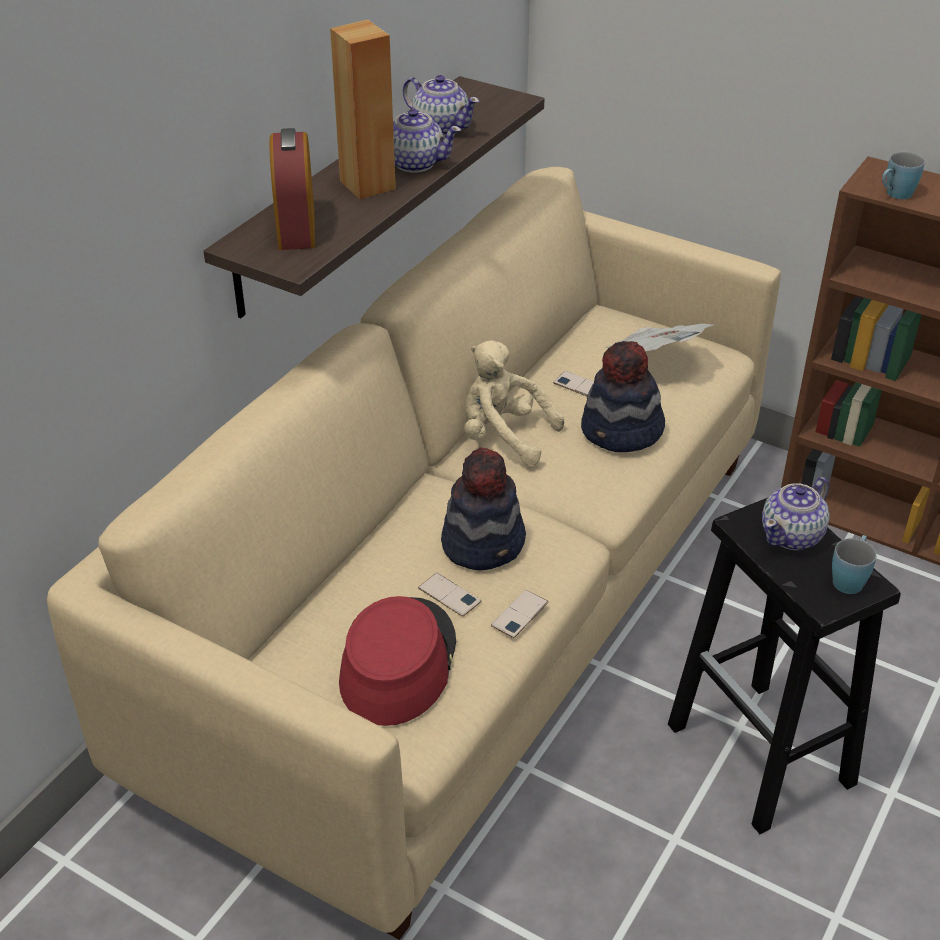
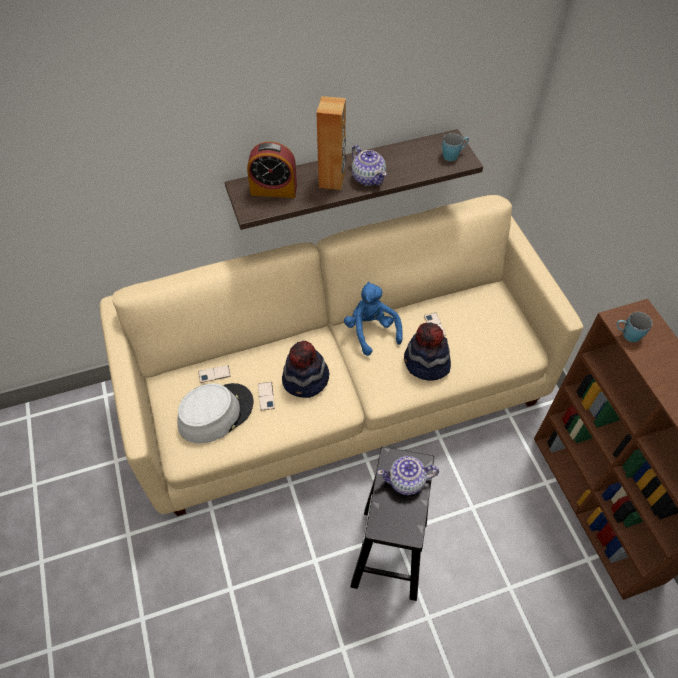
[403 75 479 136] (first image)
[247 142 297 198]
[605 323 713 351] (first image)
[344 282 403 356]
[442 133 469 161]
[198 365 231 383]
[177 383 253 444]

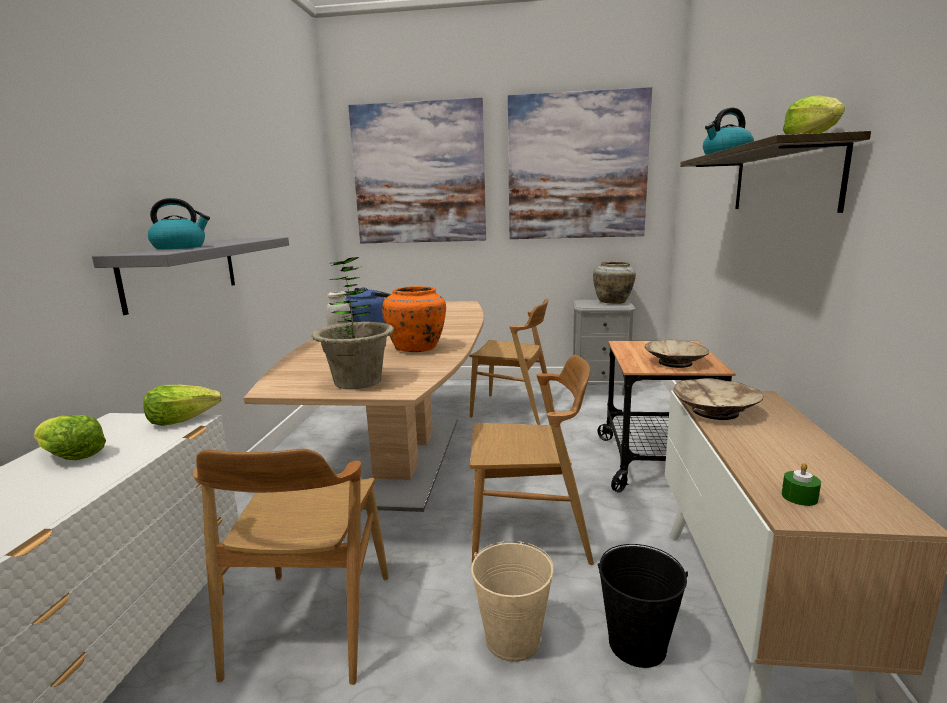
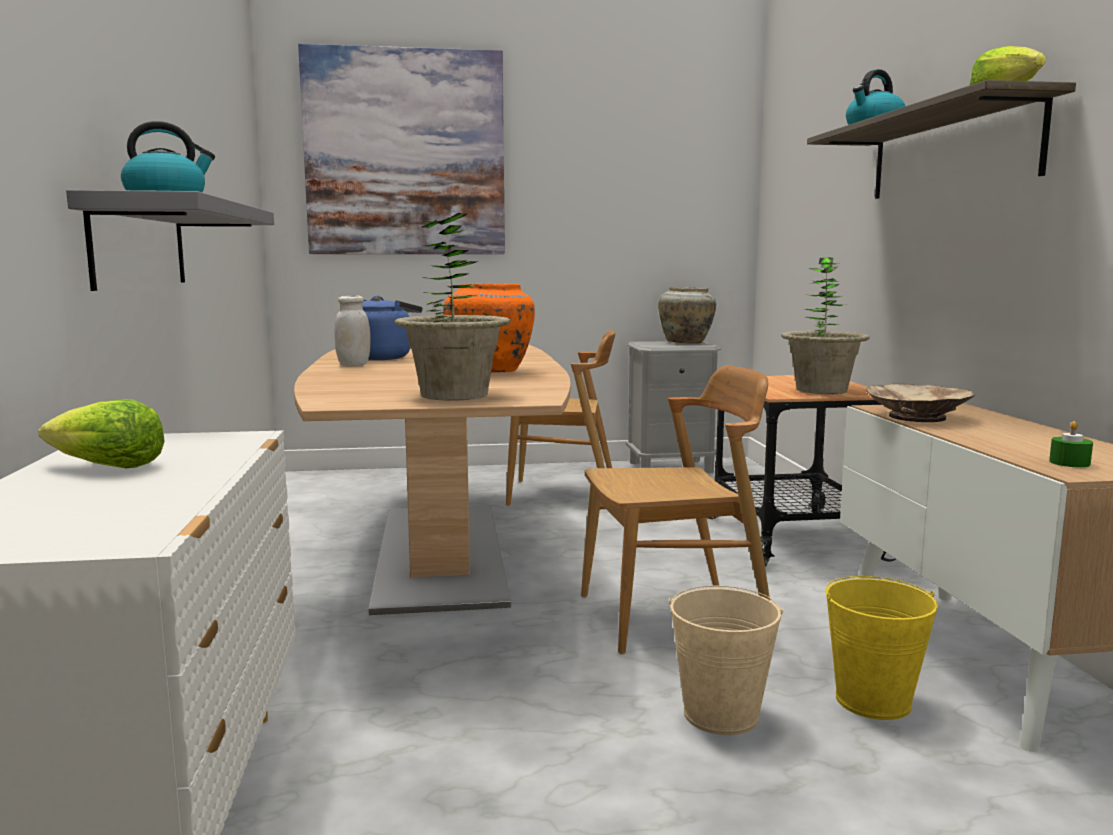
[508 87 652 239] (first image)
[781 258 870 394]
[143 385 222 426] (first image)
[193 449 389 685] (first image)
[826 576 938 720]

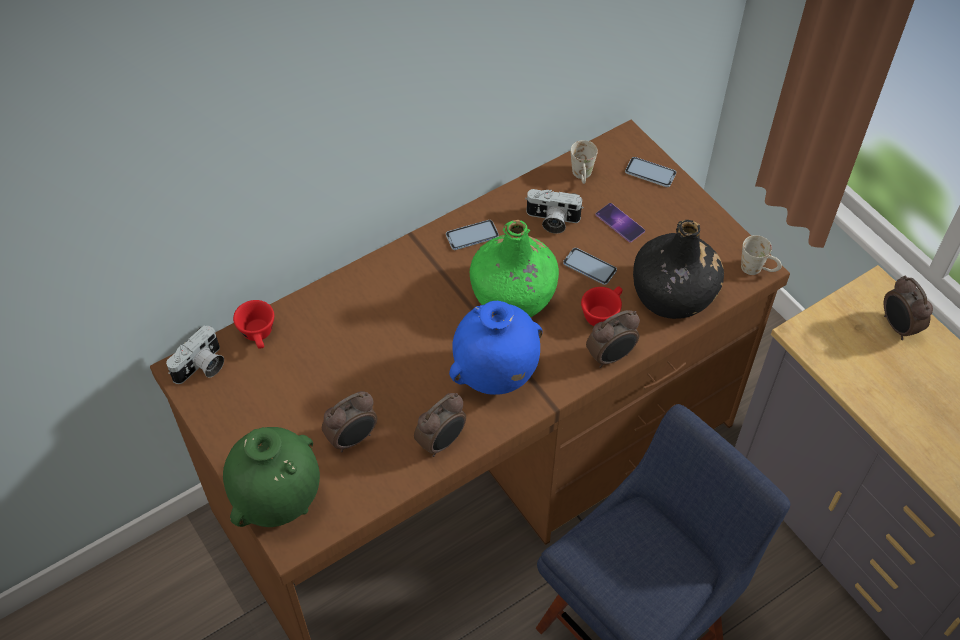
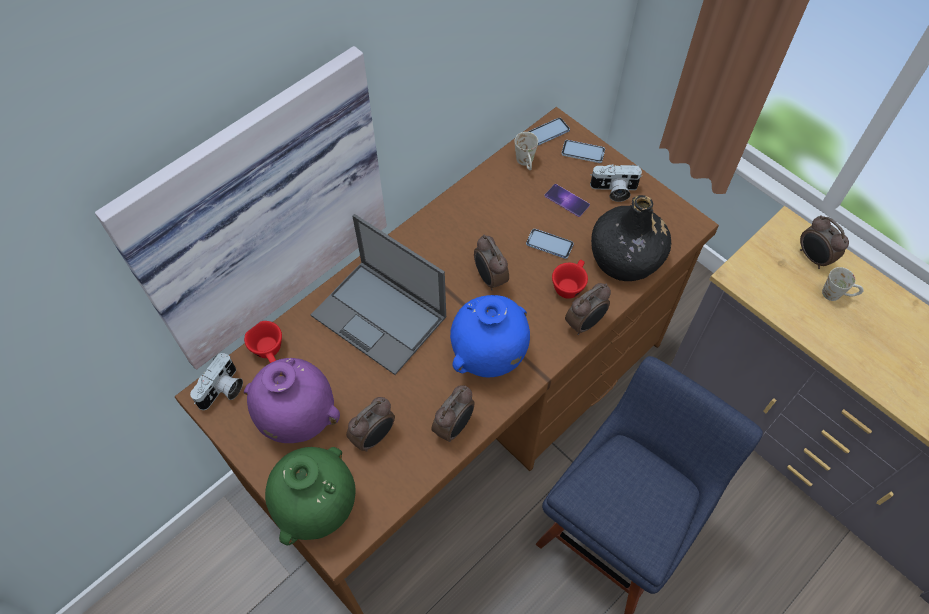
[590 164 642 202]
[528 118 570 146]
[474 234 509 291]
[822 267 864 301]
[95 46 387 370]
[311 214 447 375]
[244 358 340 443]

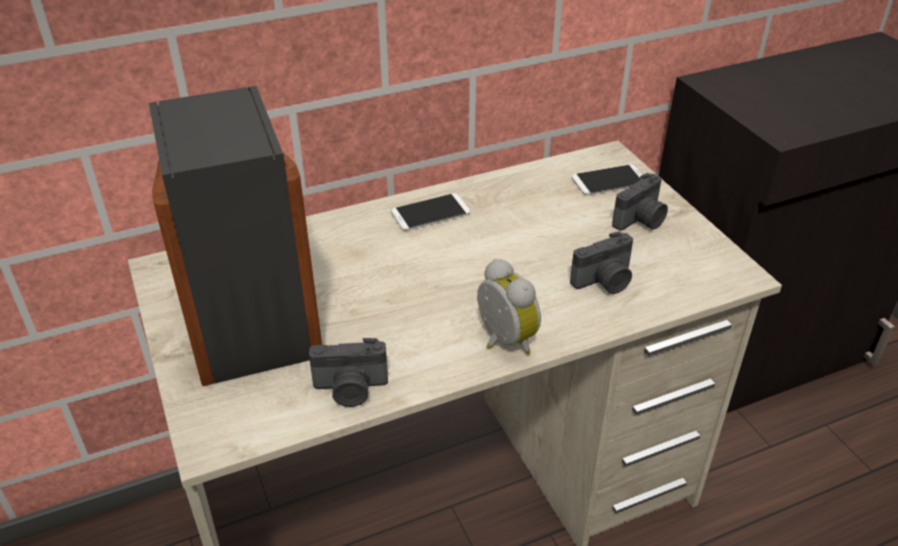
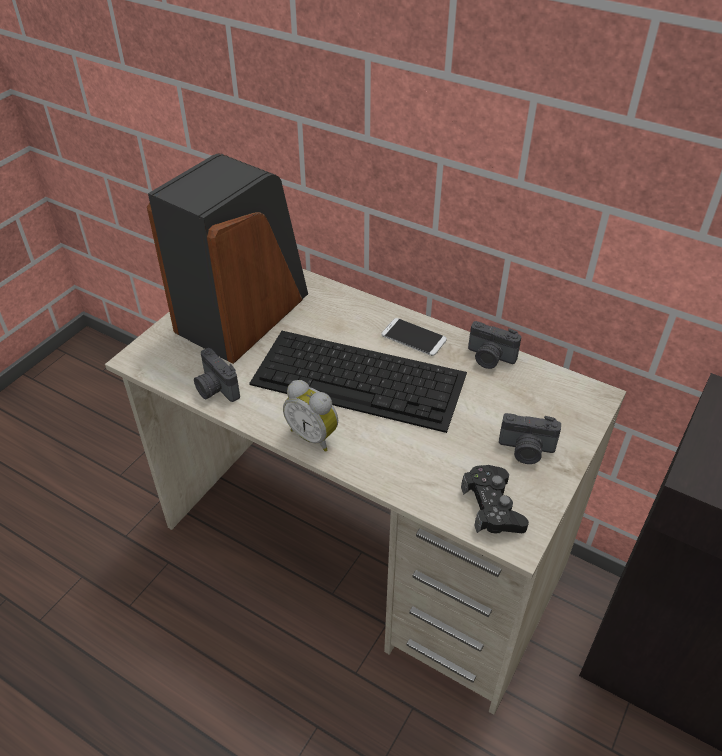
[572 165 643 195] (first image)
[468 321 521 369]
[283 380 338 452]
[249 331 467 433]
[461 465 529 534]

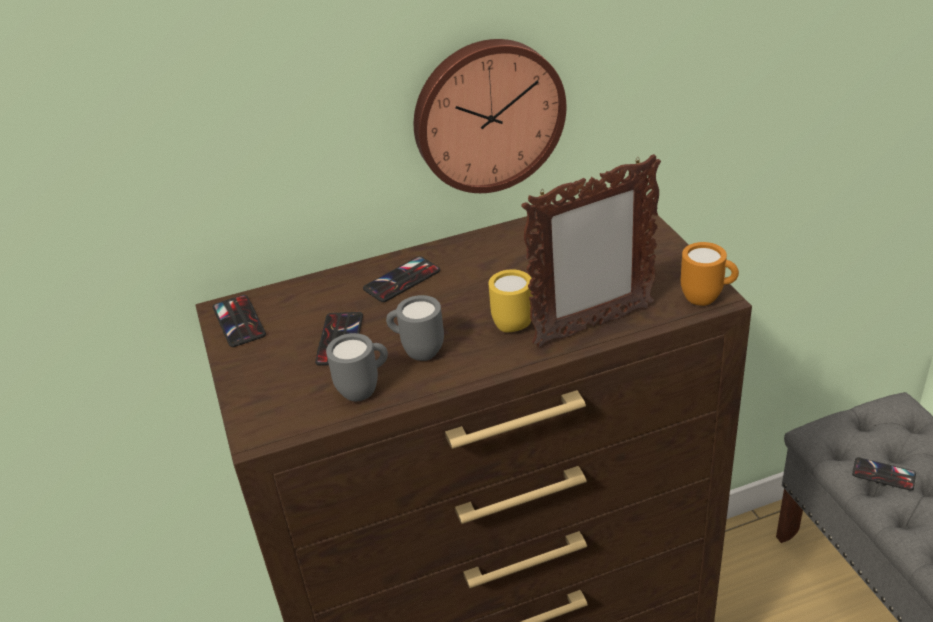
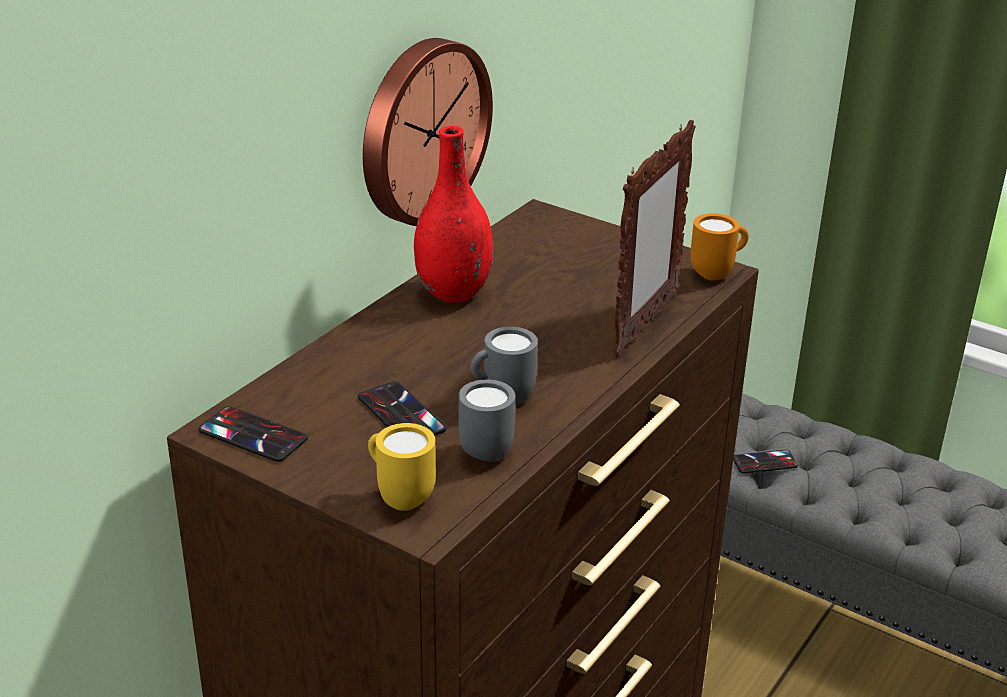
[363 256 440 302] (first image)
[368 423 436 511]
[414 126 494 303]

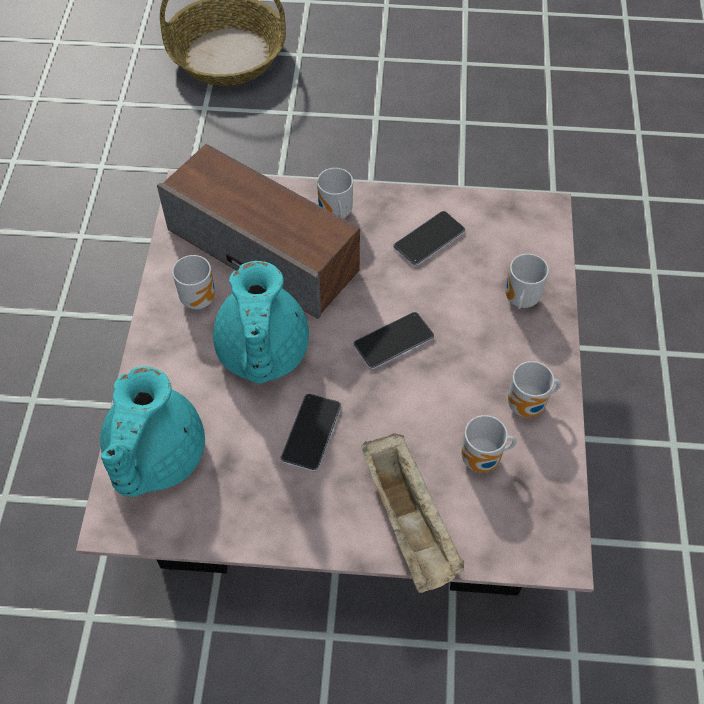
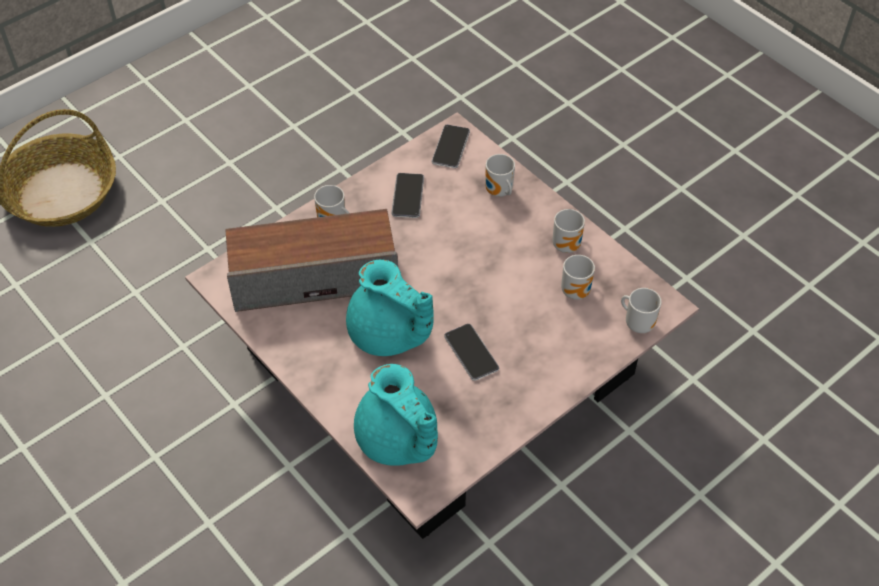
[621 288 661 333]
[431 124 470 168]
[361 433 464 593] (first image)

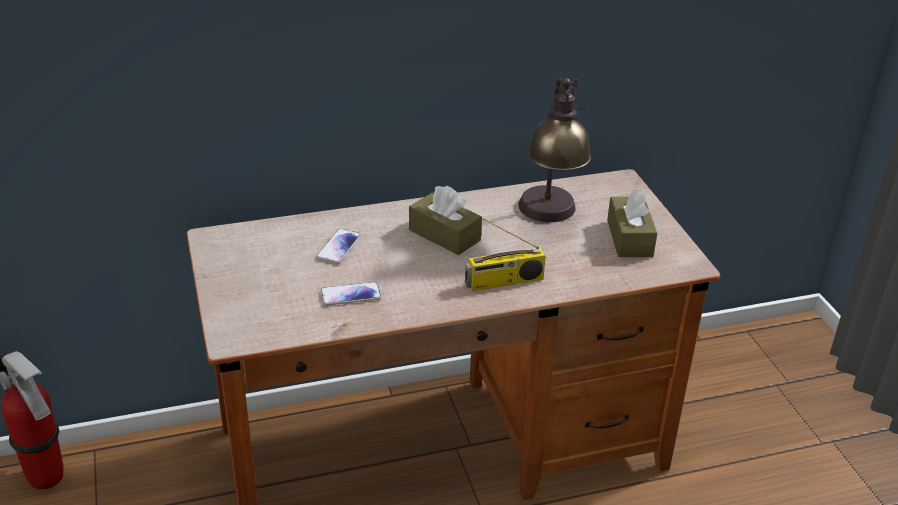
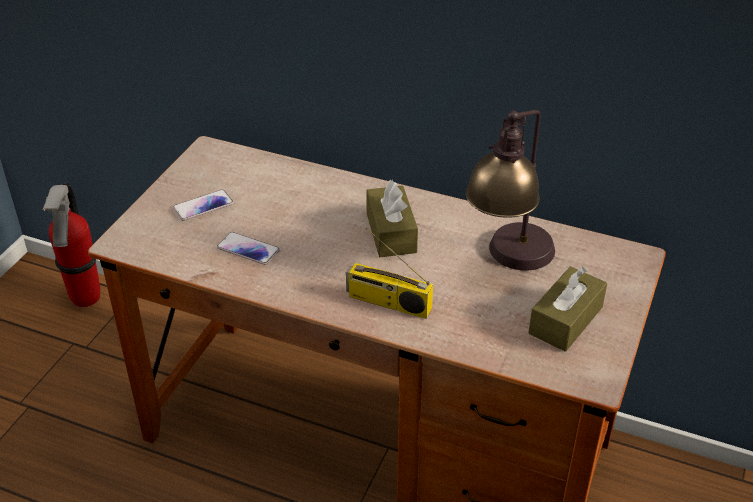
[173 189 234 221]

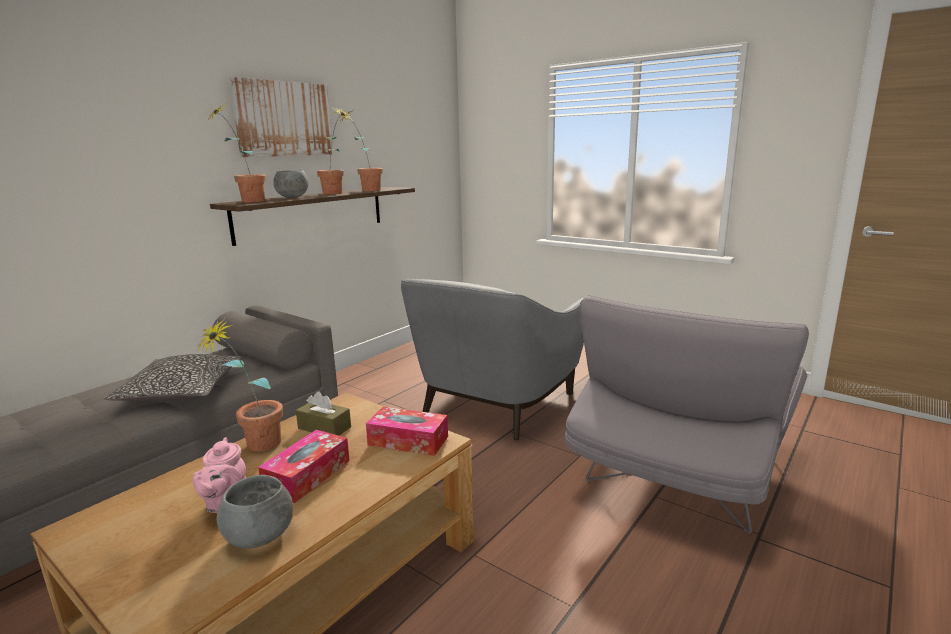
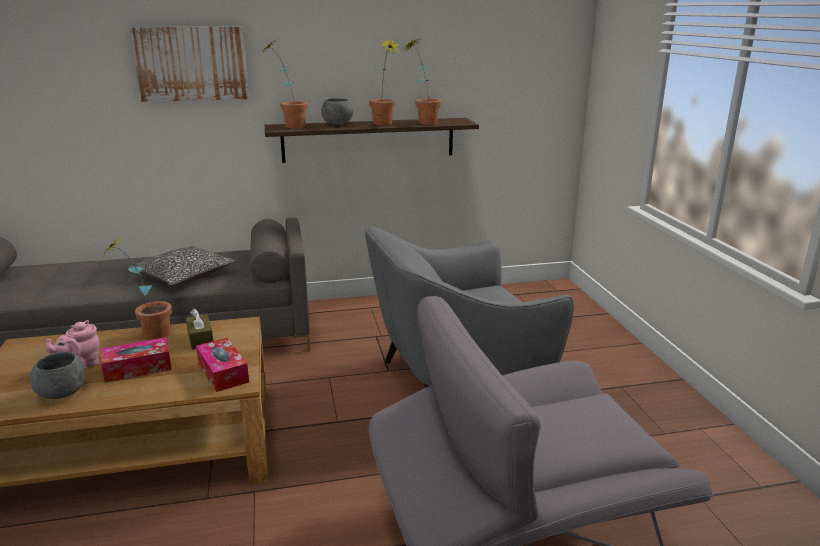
[130 26 249 102]

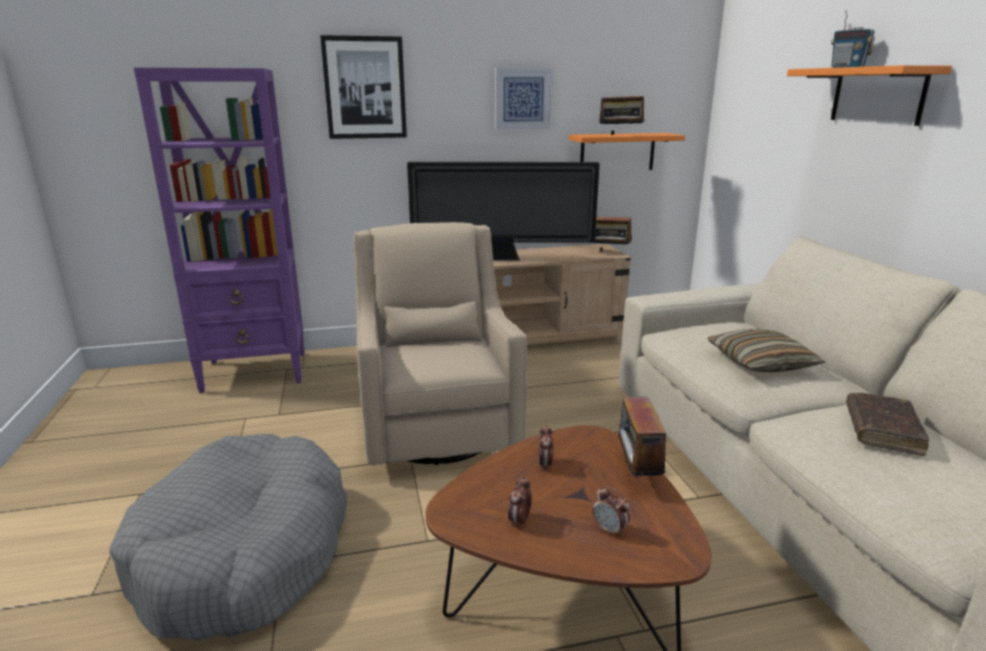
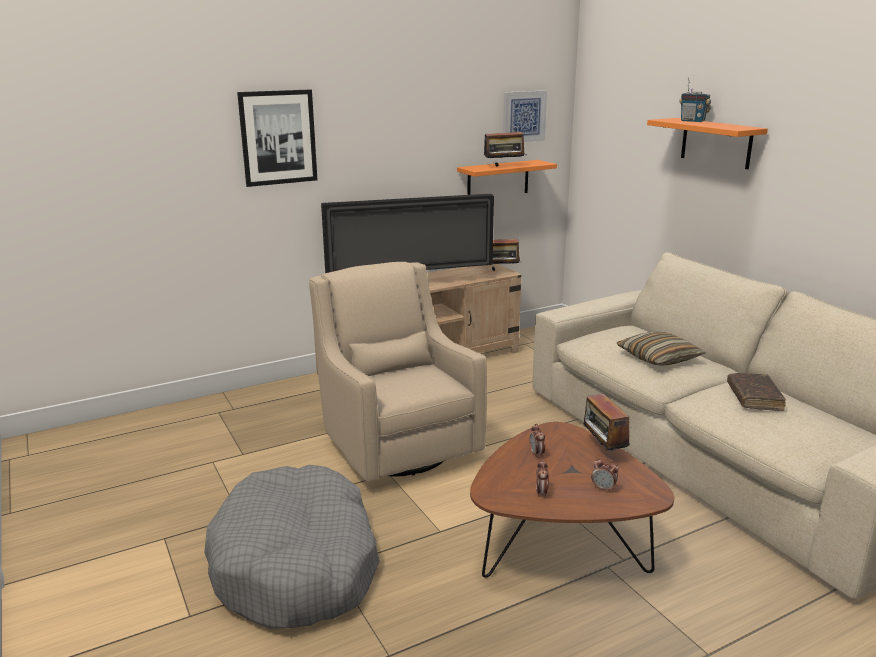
[134 68 305 393] (first image)
[503 90 547 142]

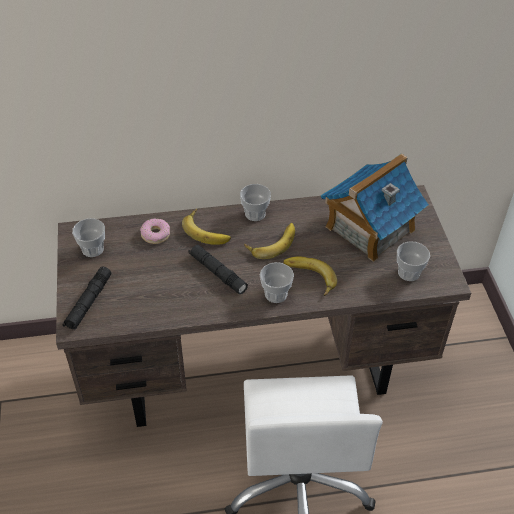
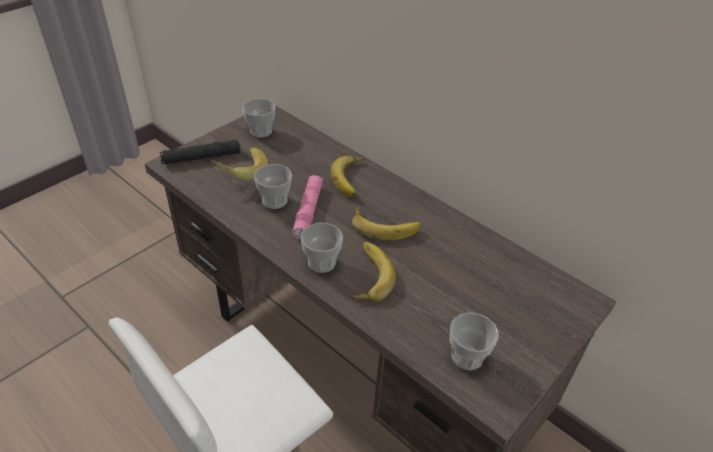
[321 153 429 262] (first image)
[254 164 292 209]
[140 218 170 244] (first image)
[292 175 323 239]
[211 147 268 181]

